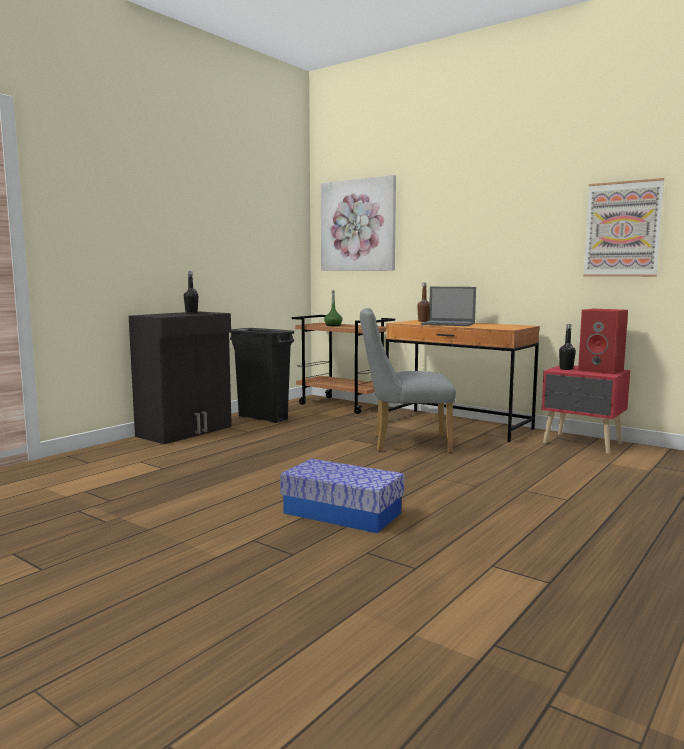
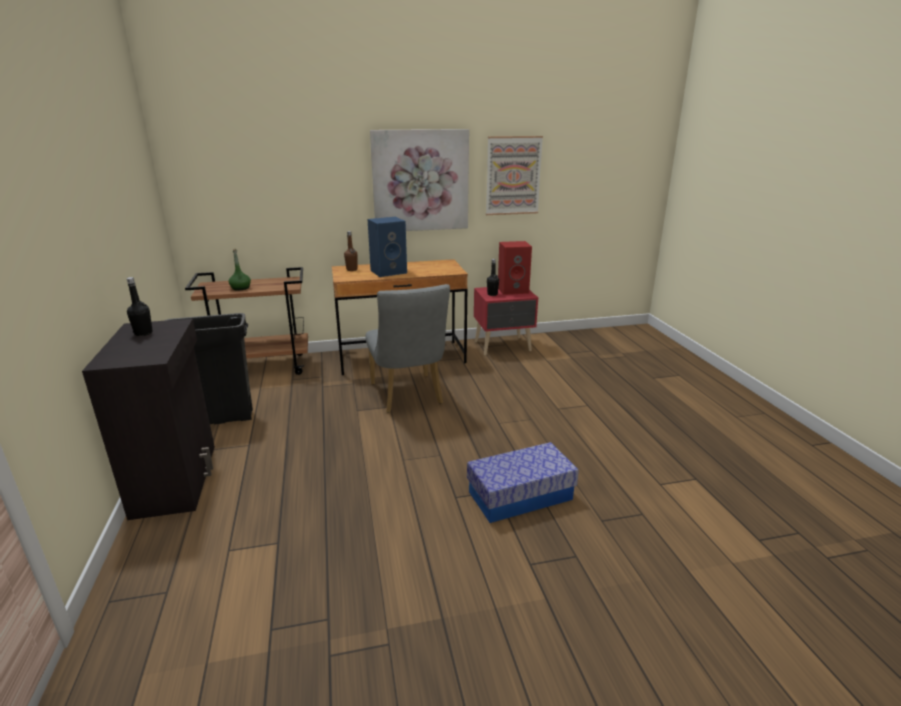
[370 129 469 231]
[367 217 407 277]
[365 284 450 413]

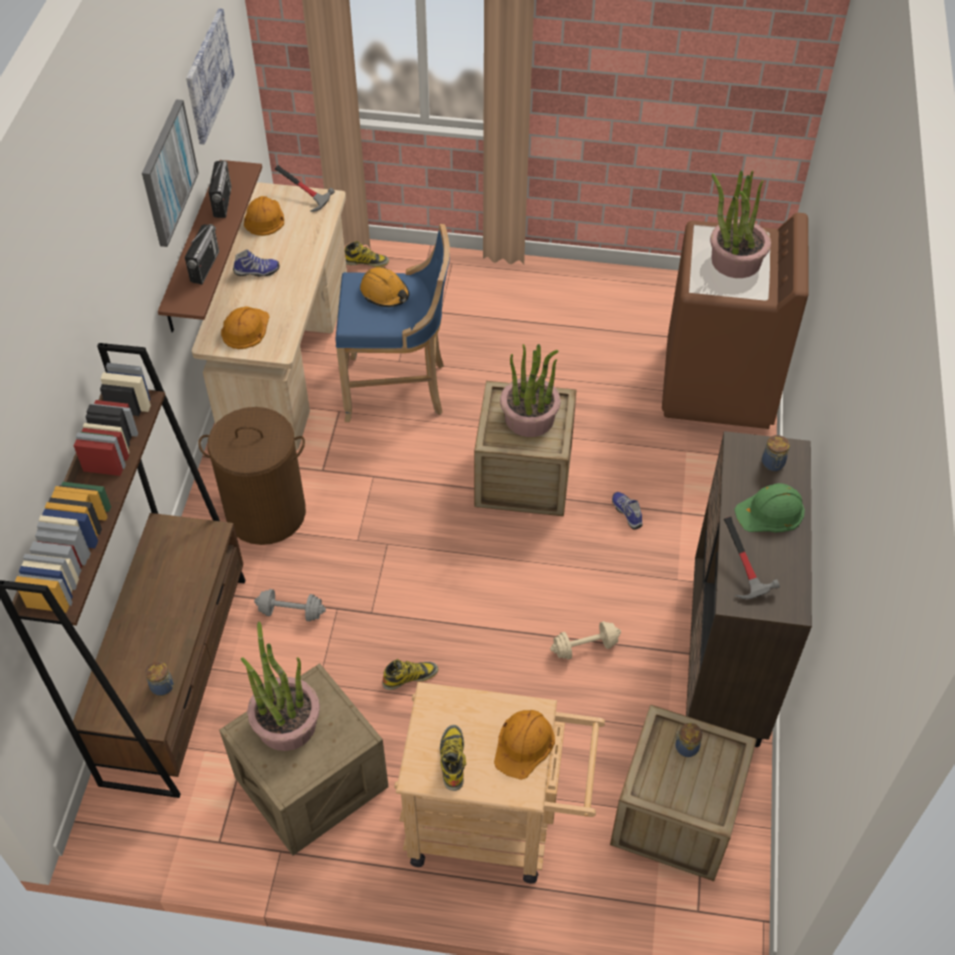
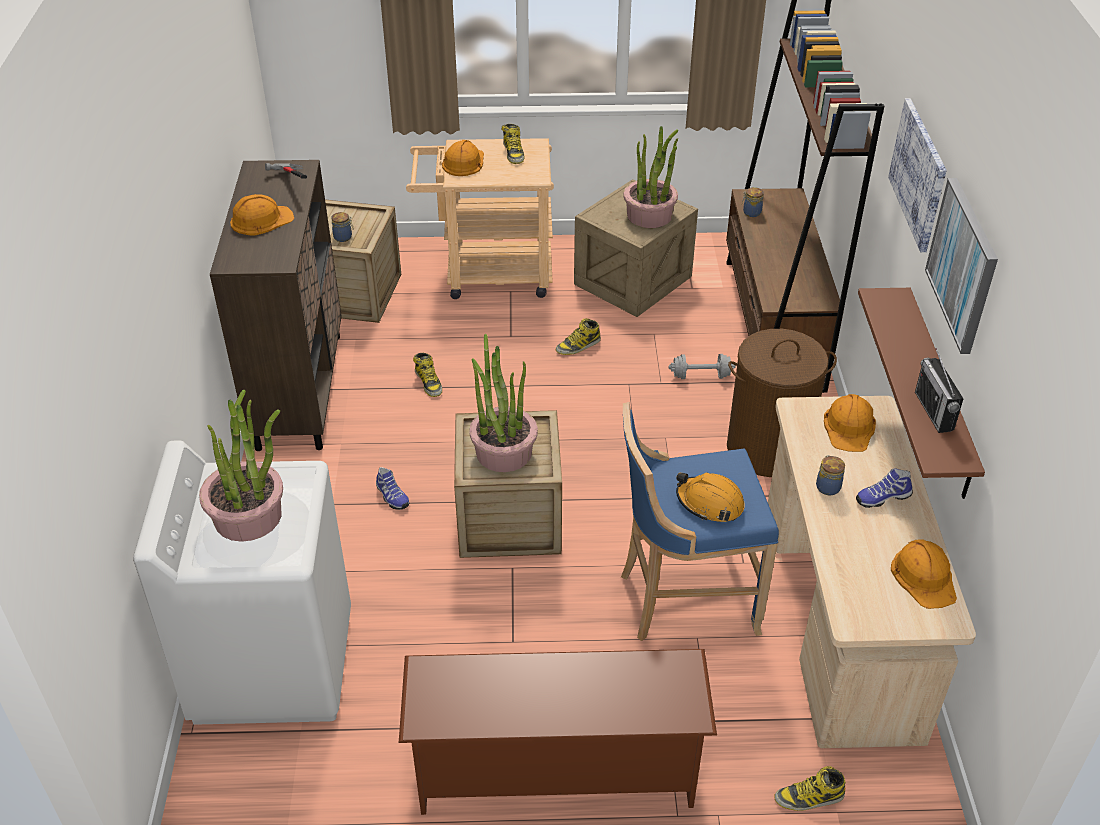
[888 98 947 252]
[275 165 335 212] (first image)
[133 441 351 725]
[185 224 219 284] (first image)
[816 455 845 495]
[230 194 294 235]
[413 353 442 397]
[399 649 717 815]

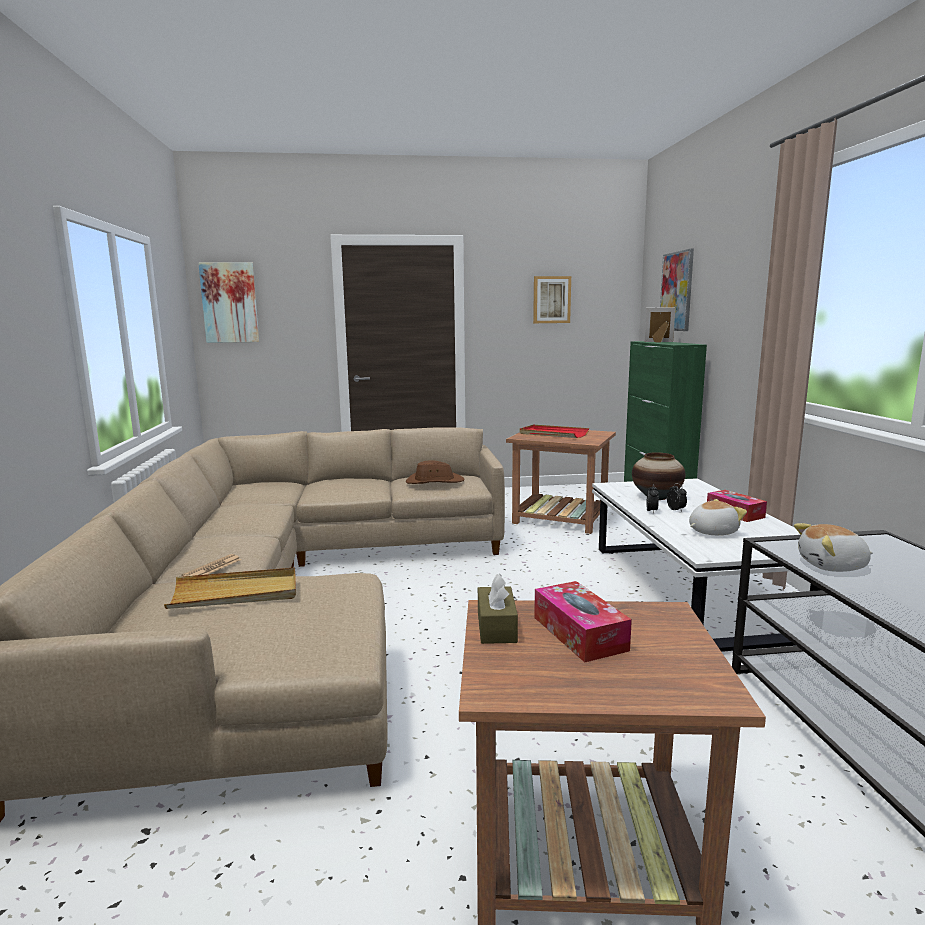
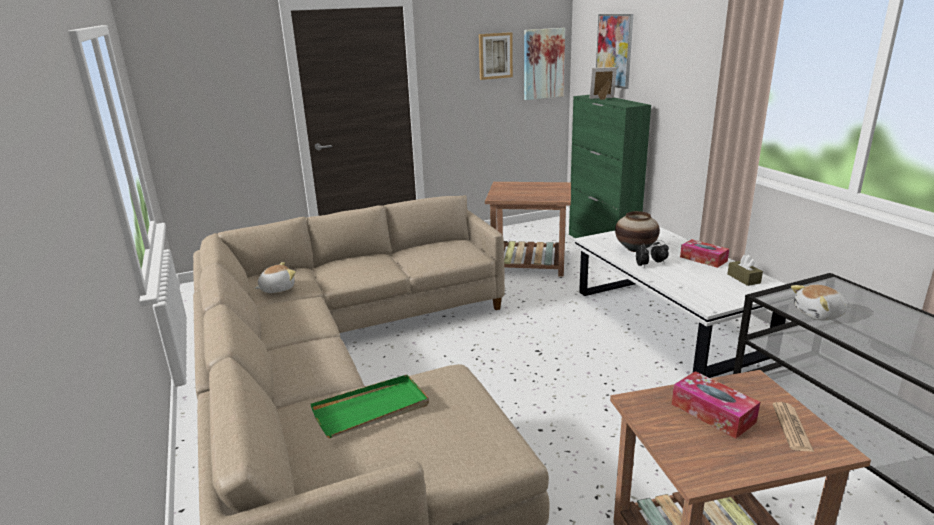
[524 28 565 100]
[519 425 589 438] (first image)
[406 460 465 484] (first image)
[254 262 296 293]
[773 402 814 452]
[311 375 429 438]
[727 255 763 286]

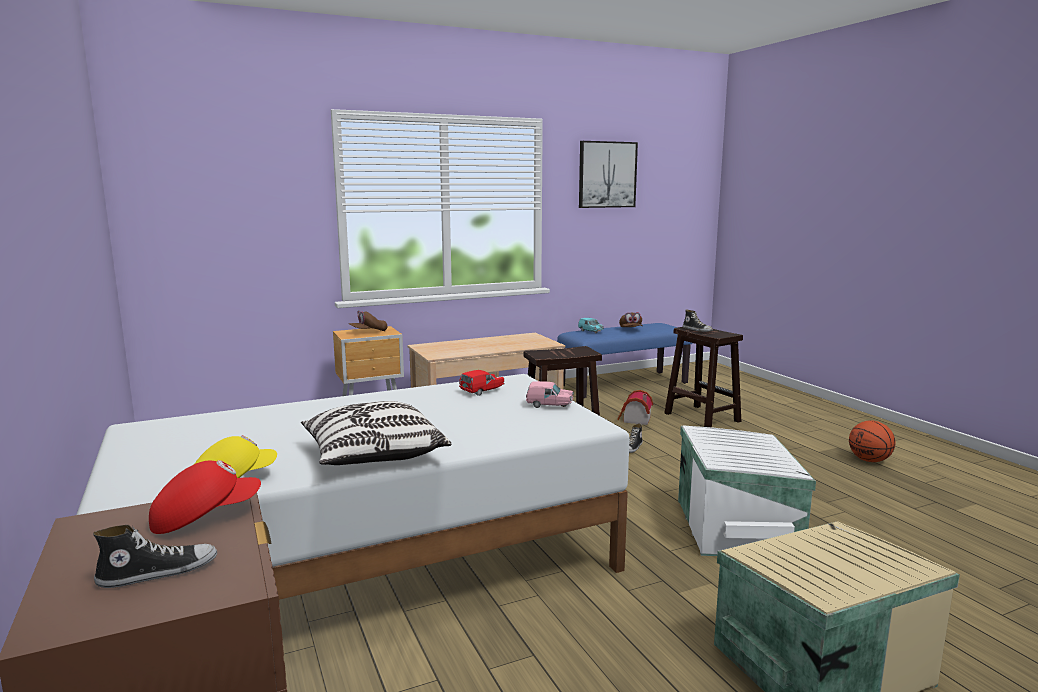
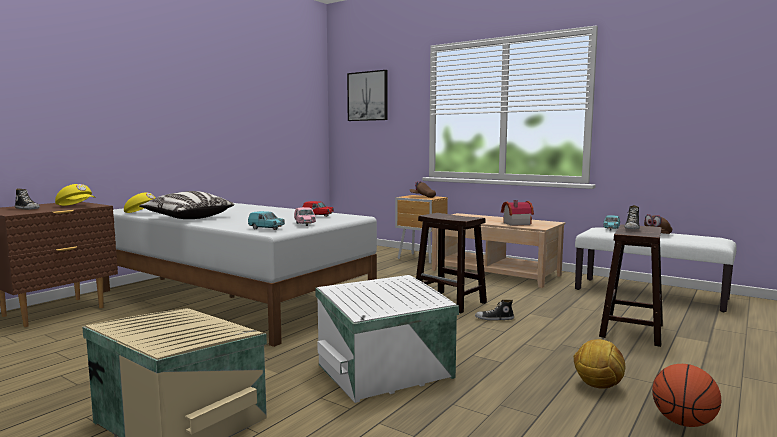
[347 70 388 121]
[575 227 737 312]
[501 200 534 226]
[55 184 96 206]
[248 211 285 230]
[573 339 626 389]

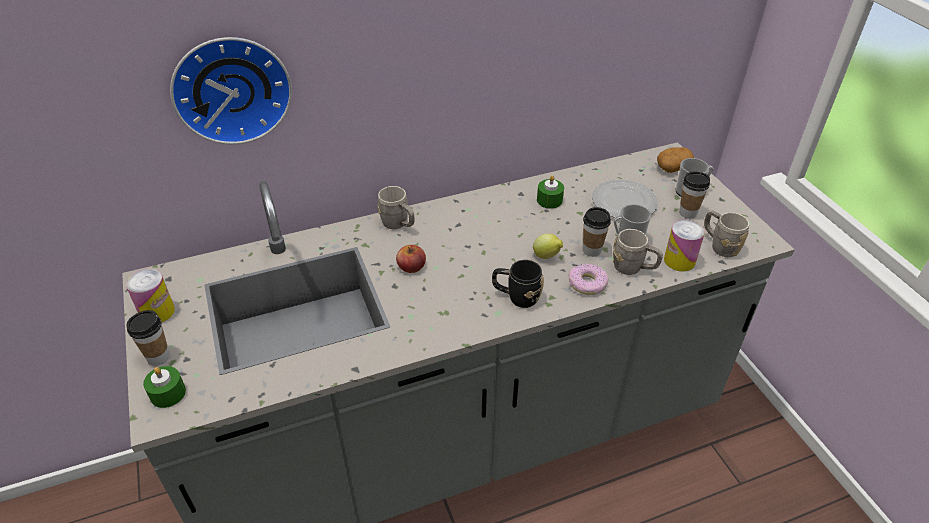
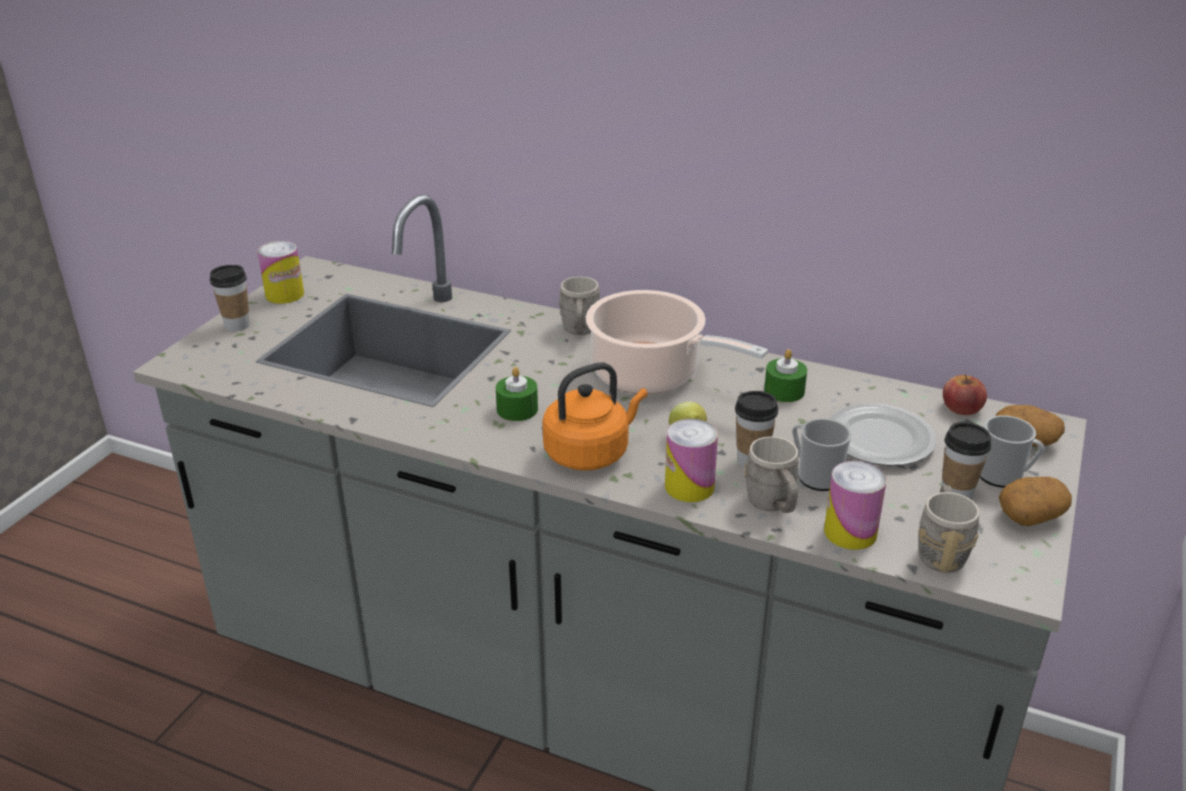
[170 37 292 144] (first image)
[943 374 987 415]
[542 362 647 471]
[665 419 718 502]
[496 367 538 421]
[586 290 768 394]
[999 477 1072 526]

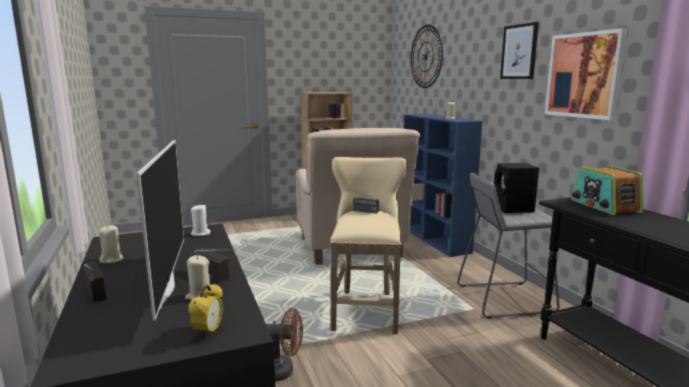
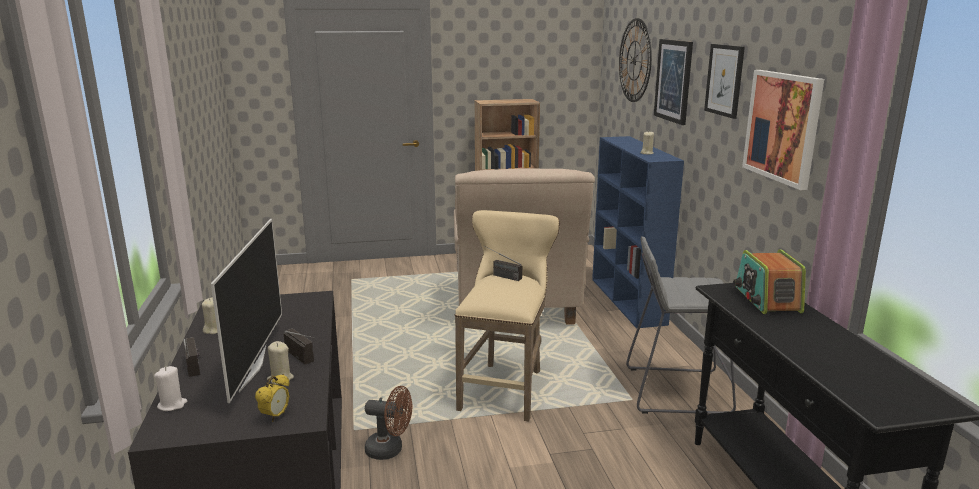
[494 163 539 213] (first image)
[154 366 188 411]
[654 39 693 125]

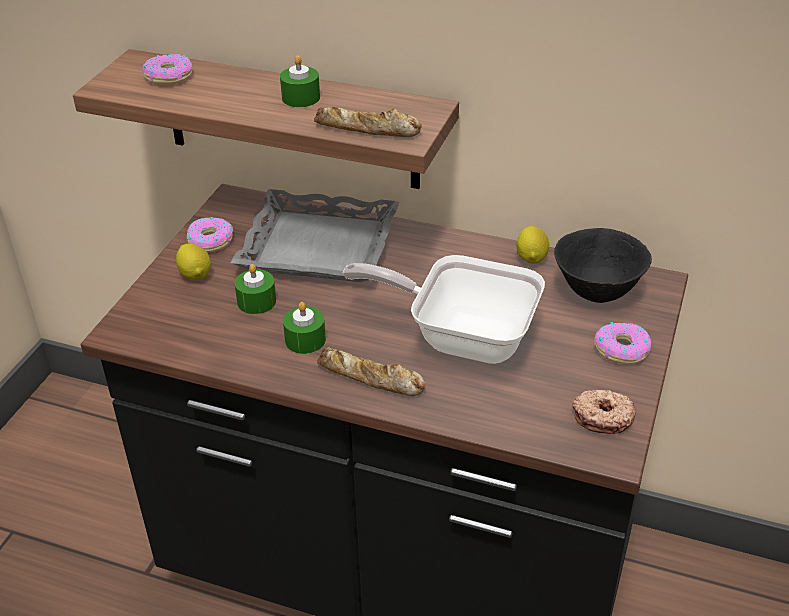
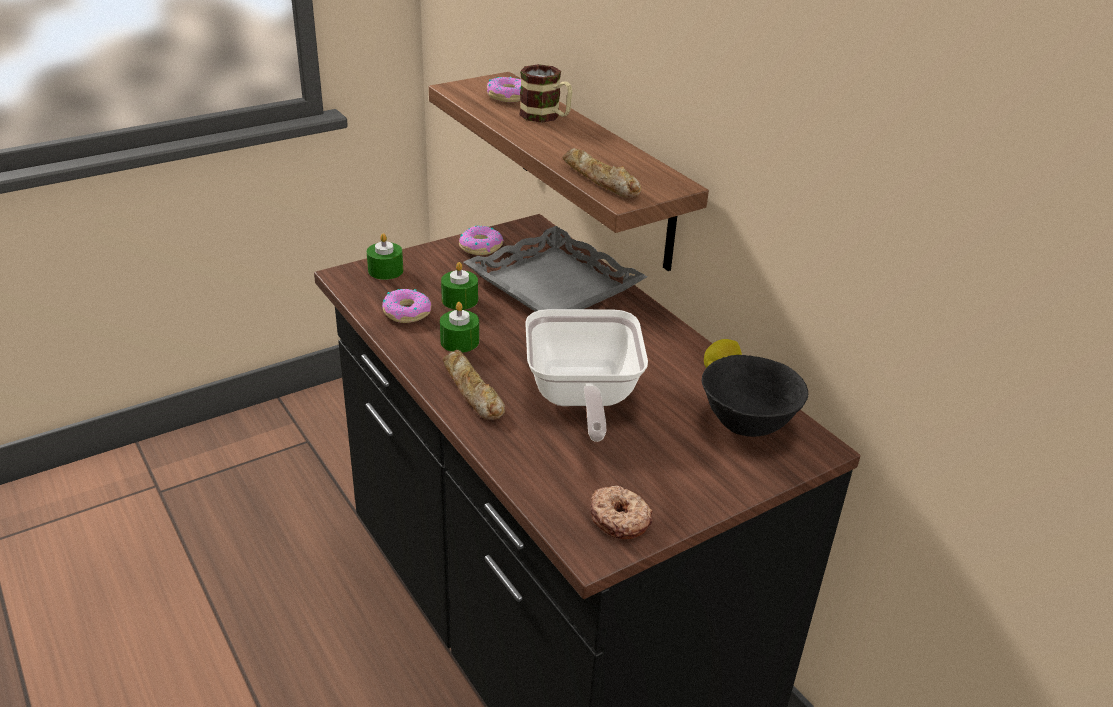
[367 233 403 280]
[176 244 211 280] (first image)
[525 309 648 442]
[382 289 431 323]
[520 64 572 123]

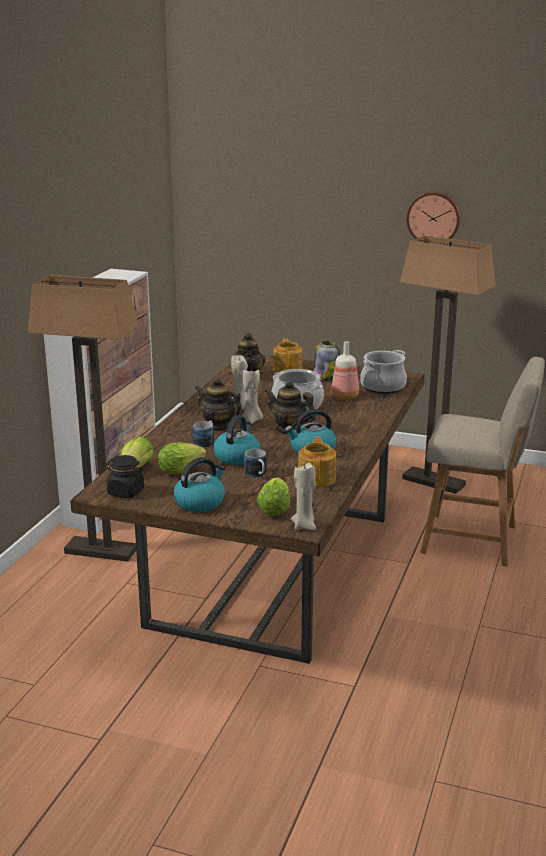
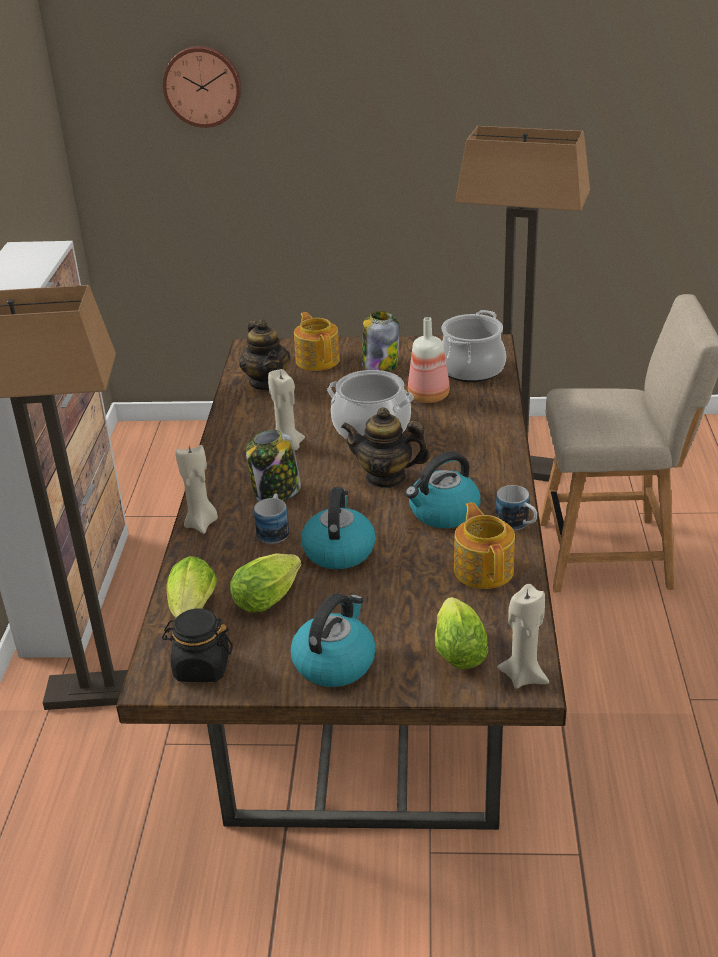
[163 46 241 128]
[176 445 218 534]
[246 430 301 501]
[496 485 537 531]

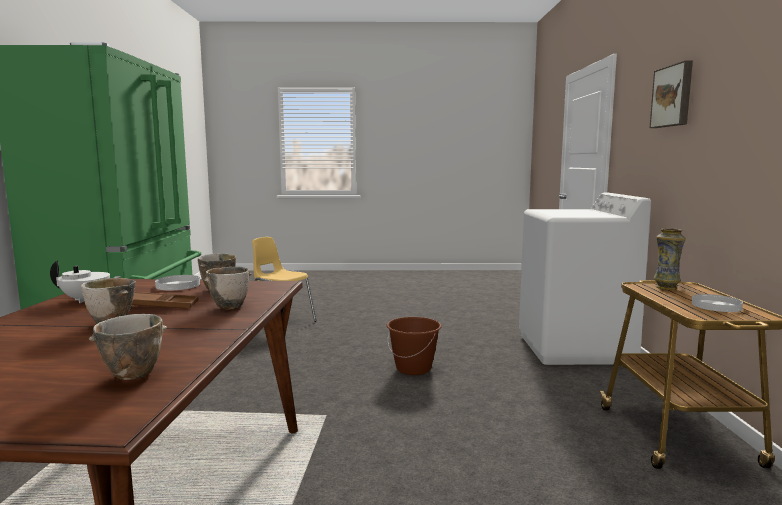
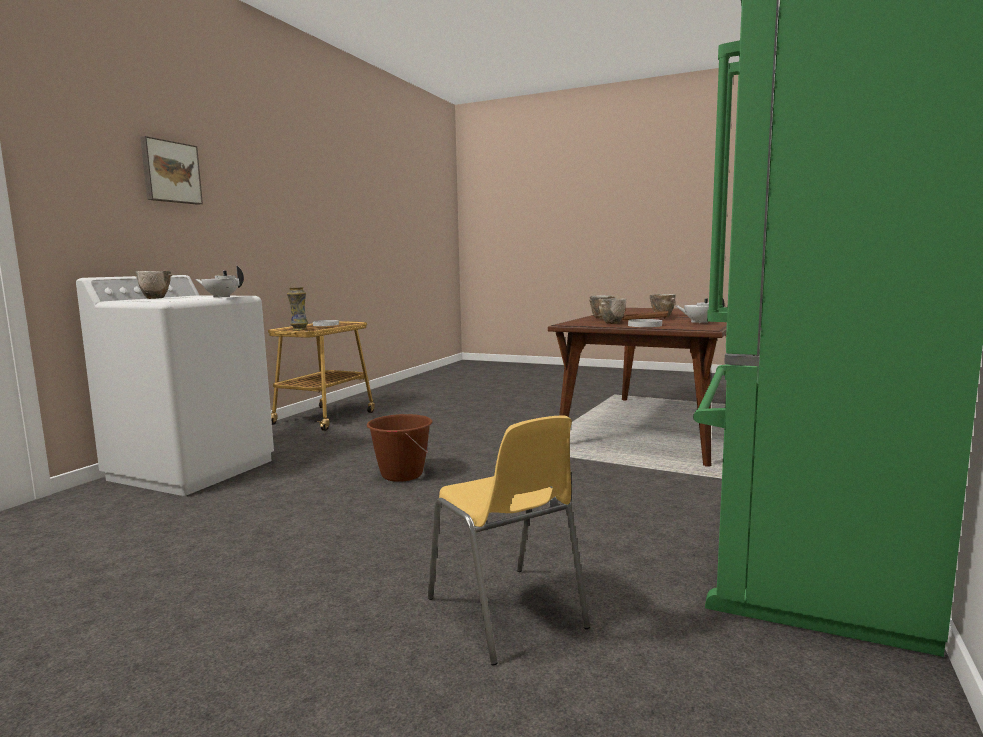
[135 271 172 299]
[195 266 244 298]

